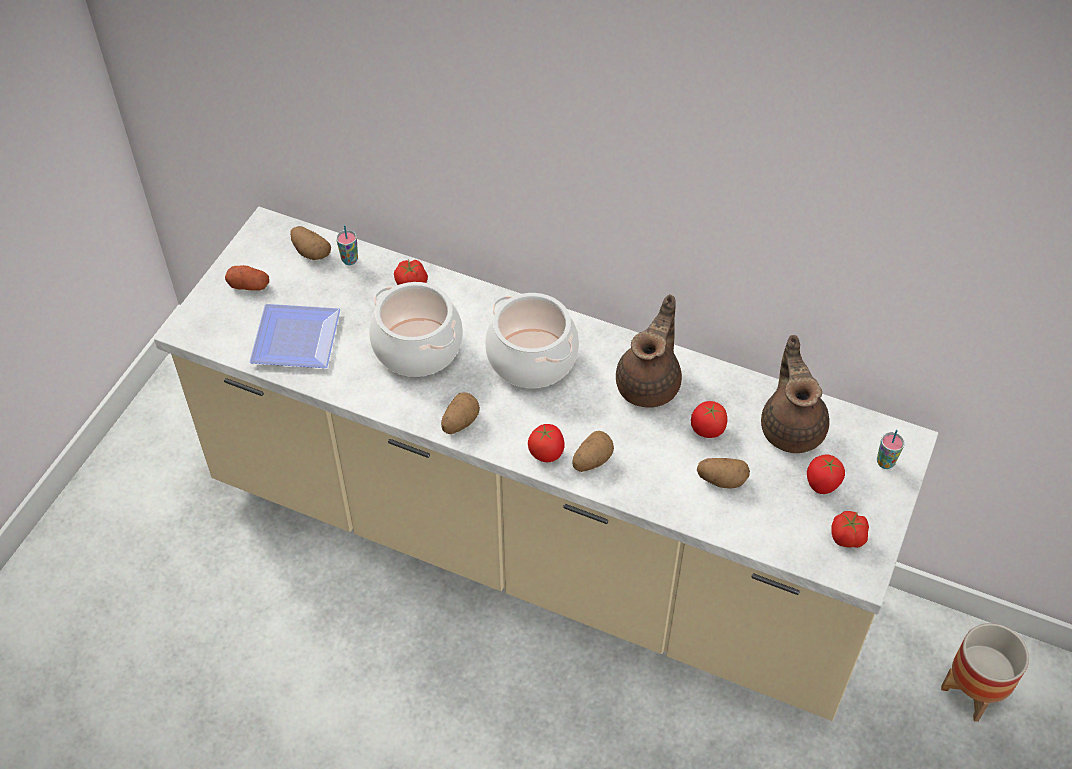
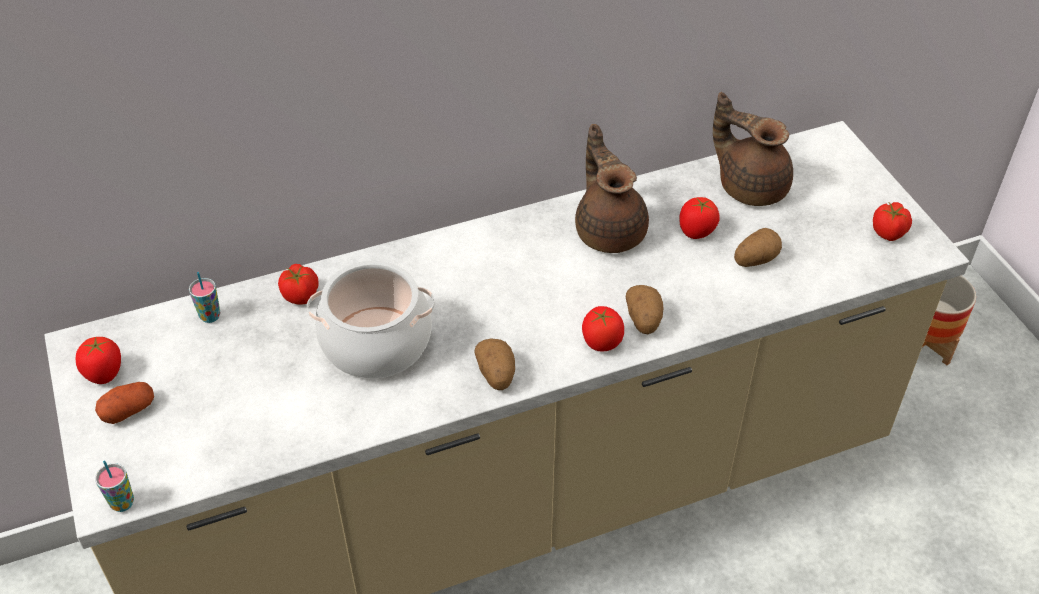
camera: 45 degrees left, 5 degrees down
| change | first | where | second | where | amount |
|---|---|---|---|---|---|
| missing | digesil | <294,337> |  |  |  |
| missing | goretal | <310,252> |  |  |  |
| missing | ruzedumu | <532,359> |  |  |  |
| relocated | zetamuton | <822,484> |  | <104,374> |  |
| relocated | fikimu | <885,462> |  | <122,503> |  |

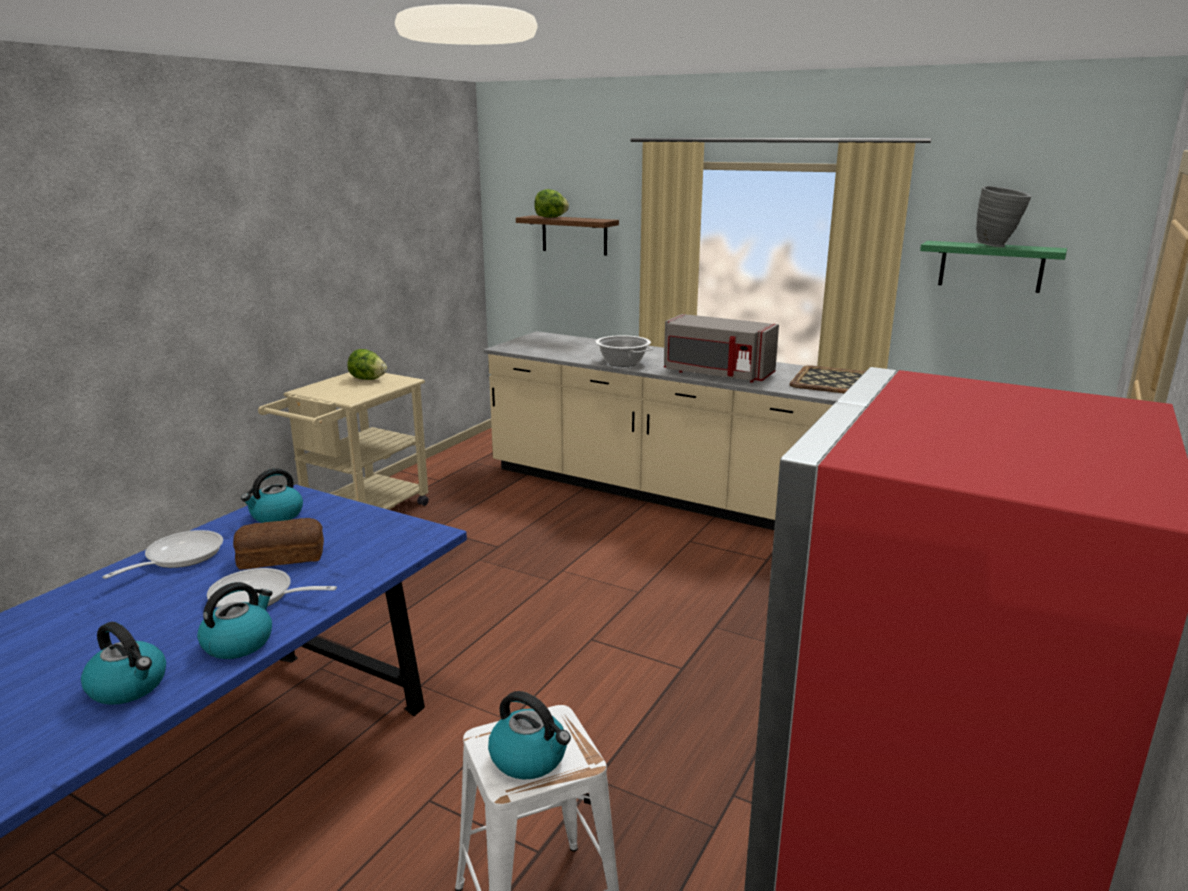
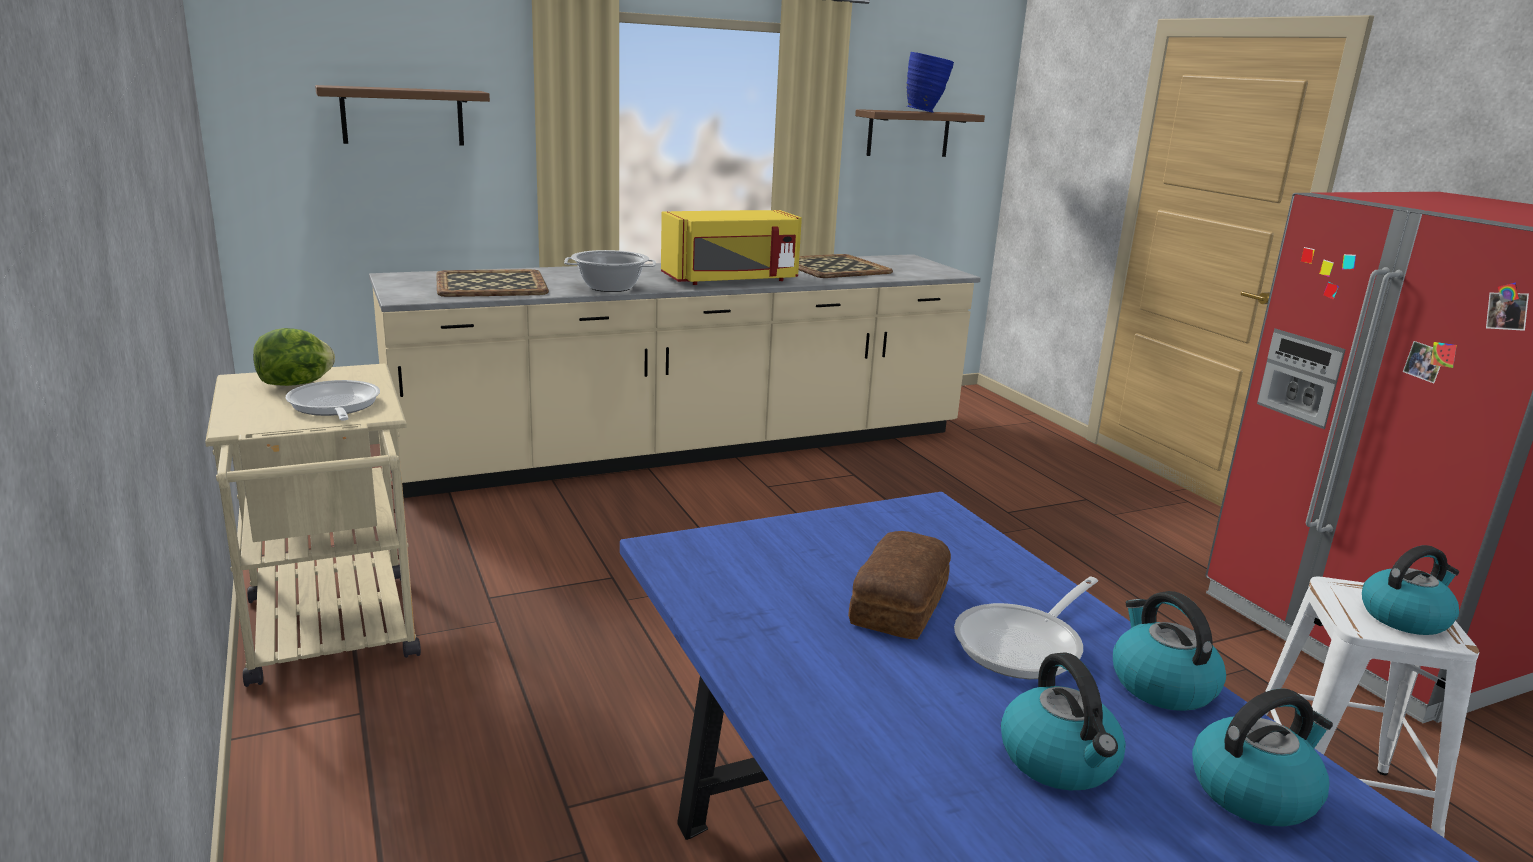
camera: 55 degrees left, 0 degrees up
| change | first | where | second | where | amount |
|---|---|---|---|---|---|
| relocated | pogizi | <178,557> |  | <334,407> |  |
| relocated | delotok | <276,515> |  | <1060,761> |  |
| missing | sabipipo | <551,217> |  |  |  |
| colour | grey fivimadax | <716,374> | yellow fivimadax | <731,280> |  |
| colour | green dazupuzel | <991,266> | brown dazupuzel | <908,133> |  |
| colour | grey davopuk | <997,246> | blue davopuk | <926,112> |  |
| appeared |  |  | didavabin | <492,284> |  |

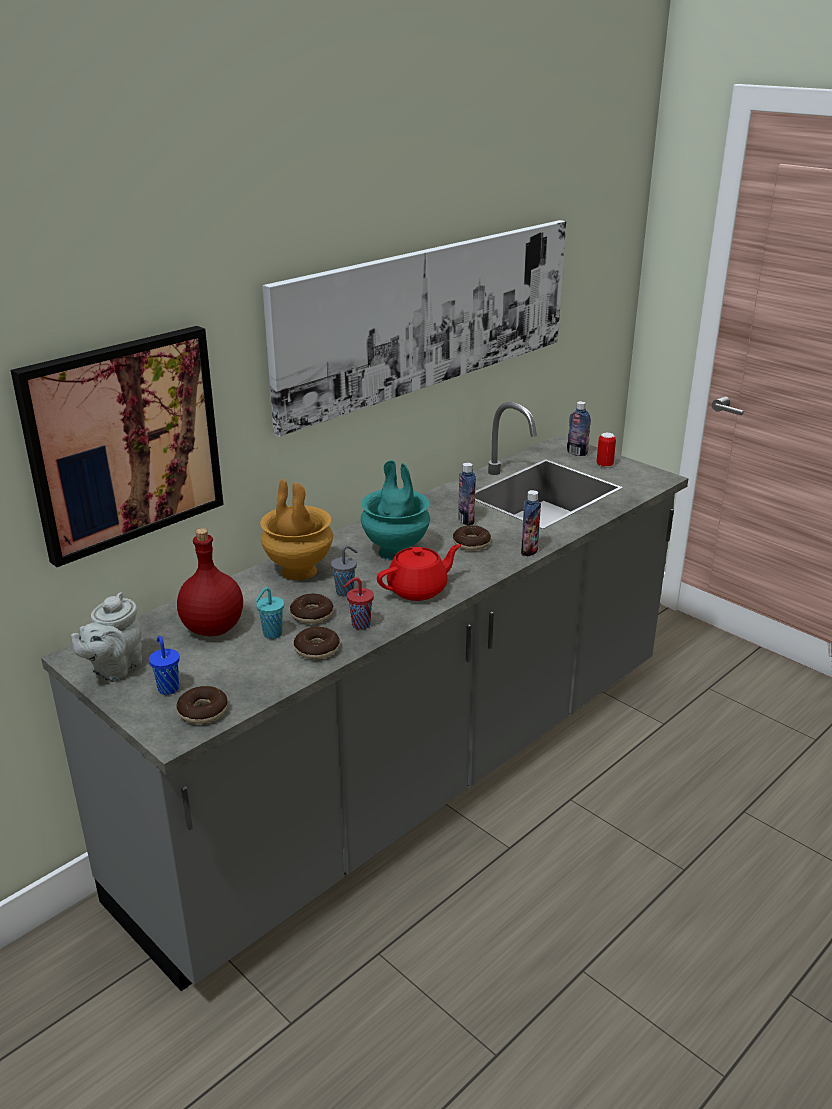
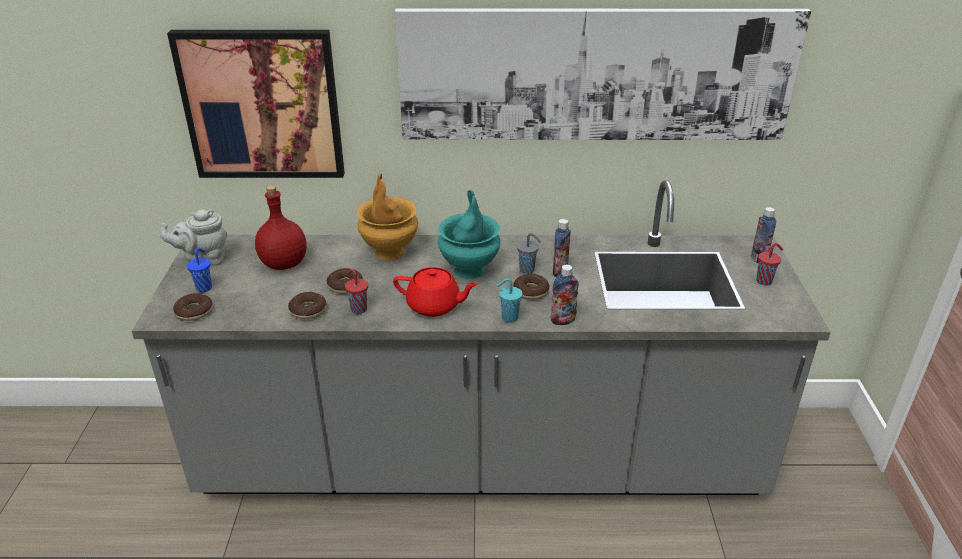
camera: 45 degrees right, 5 degrees up
| change | first | where | second | where | amount |
|---|---|---|---|---|---|
| relocated | turquoise fikimu | <271,634> |  | <508,318> |  |
| relocated | grey fikimu | <346,592> |  | <528,270> |  |
| exchanged | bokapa | <604,465> | red fikimu | <764,281> |  |

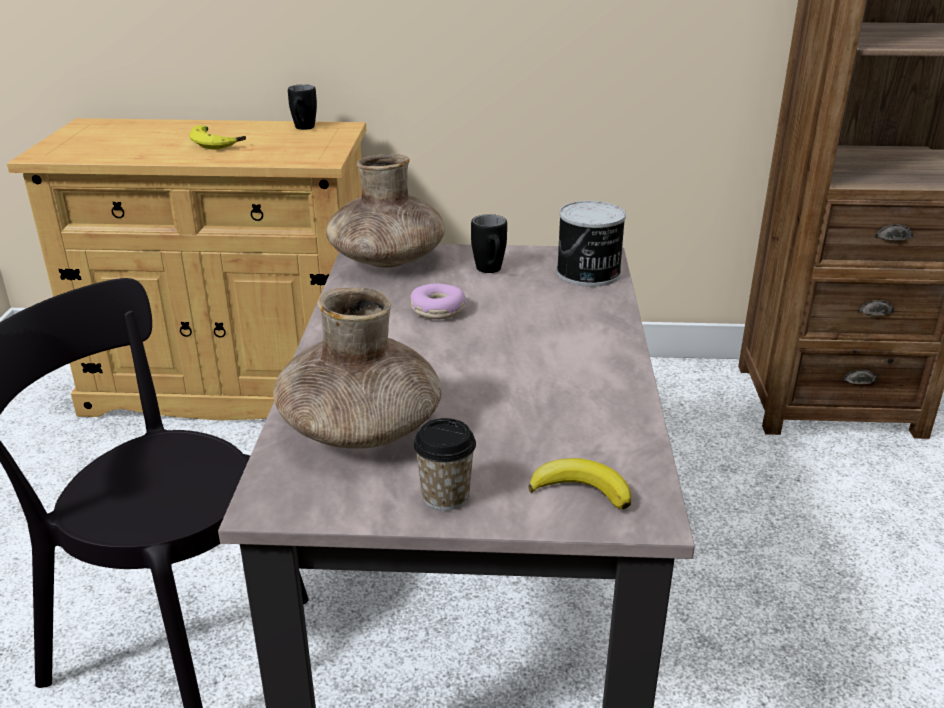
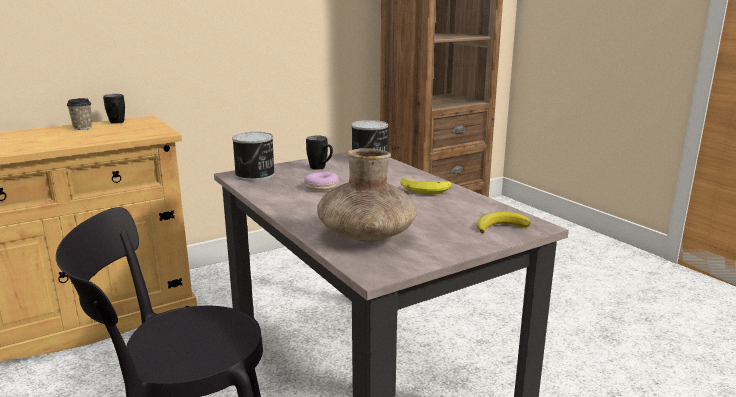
camera: 35 degrees left, 10 degrees down
| change | first | where | second | where | amount |
|---|---|---|---|---|---|
| relocated | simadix | <217,143> |  | <426,189> |  |
| exchanged | brown davopuk | <387,260> | bokapa | <255,175> |  |
| relocated | fikimu | <445,496> |  | <83,128> |  |

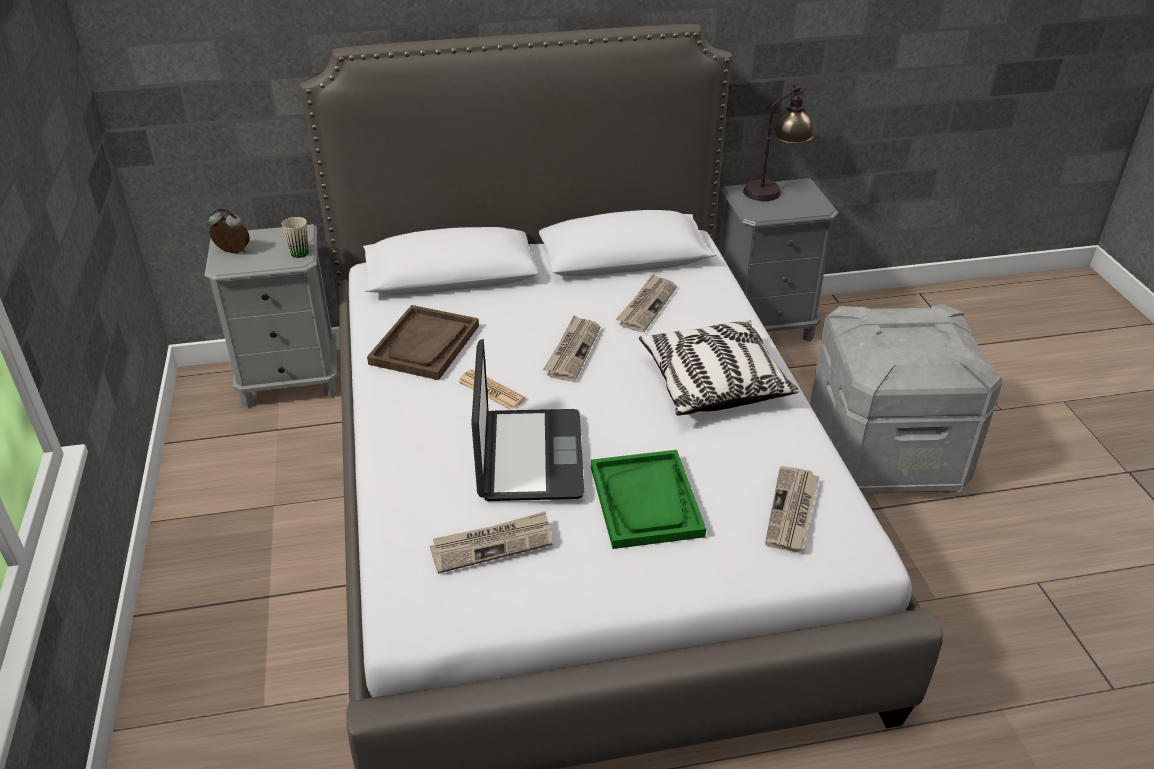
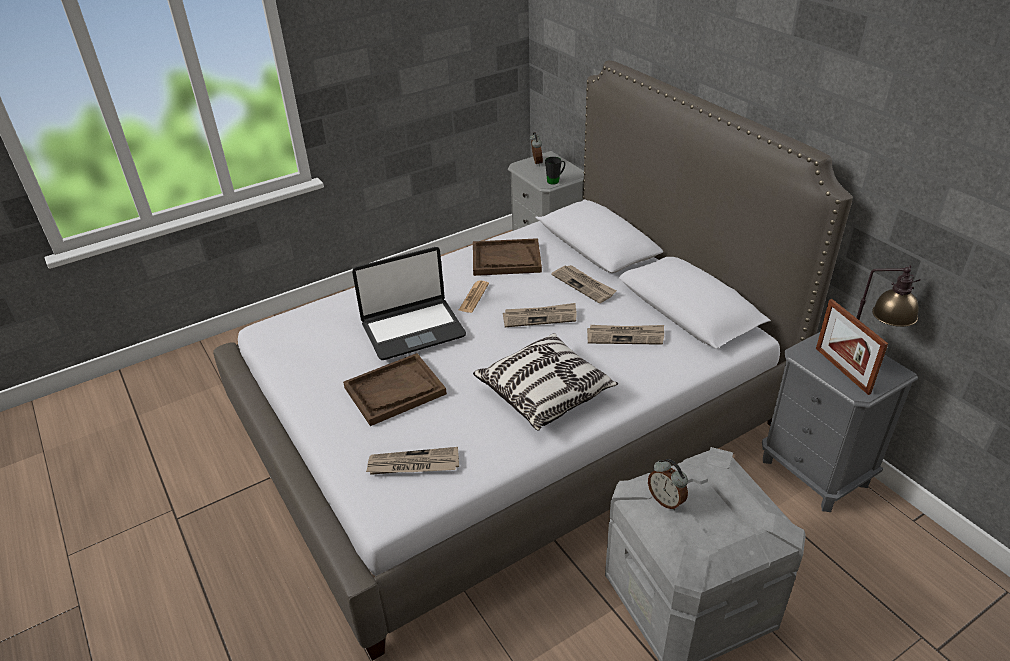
camera: 70 degrees right, 0 degrees up
| change | first | where | second | where | amount |
|---|---|---|---|---|---|
| colour | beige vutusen | <299,250> | black vutusen | <555,180> |  |
| relocated | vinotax | <492,544> |  | <584,285> |  |
| colour | green didavabin | <646,501> | brown didavabin | <395,391> |  |
| appeared |  |  | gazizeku | <666,500> |  |
| appeared |  |  | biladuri | <842,370> |  |

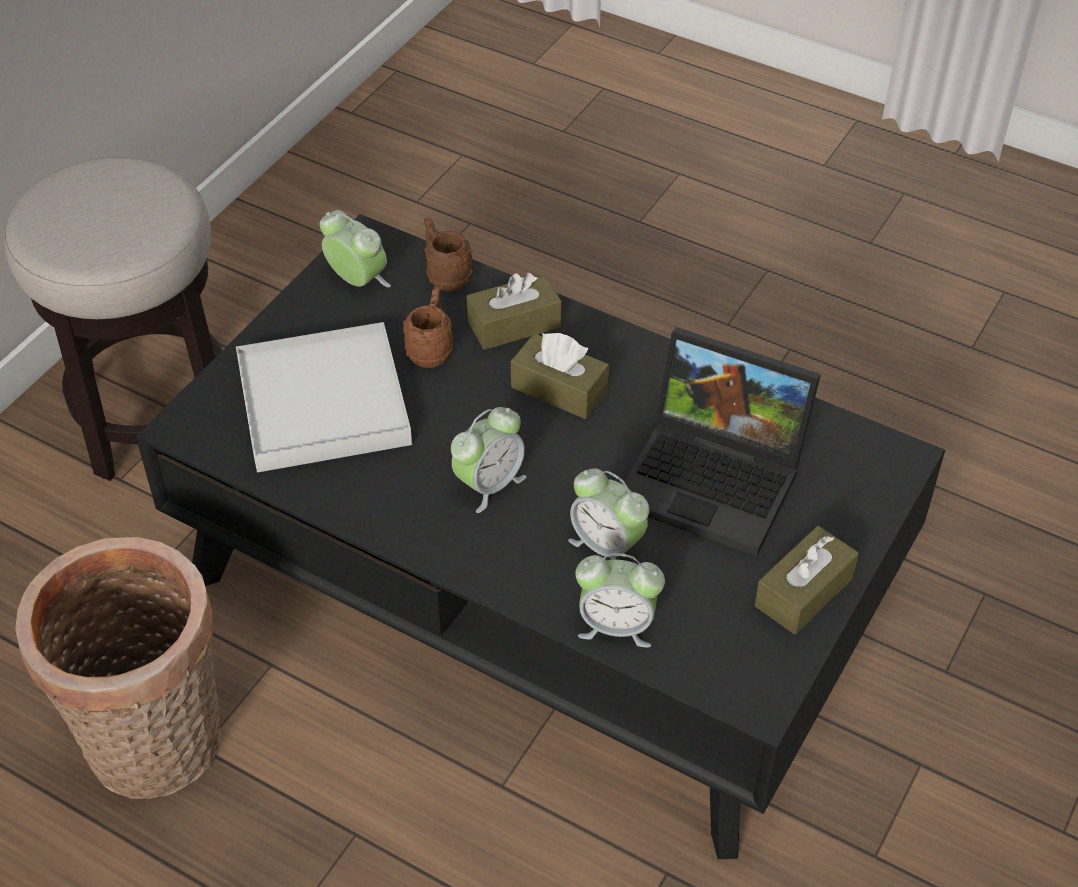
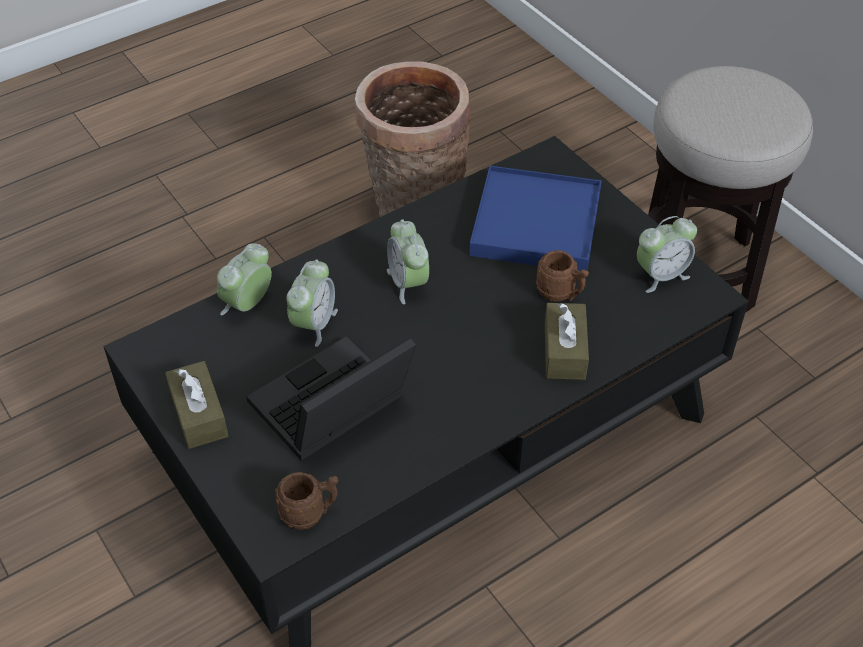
camera: 115 degrees right, 0 degrees up
| change | first | where | second | where | amount |
|---|---|---|---|---|---|
| colour | white didavabin | <324,403> | blue didavabin | <535,224> |  |
| relocated | brown vutusen | <445,276> |  | <310,513> |  |
| missing | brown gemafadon | <559,389> |  |  |  |
| spun | gazizeku | <607,546> |  | <314,324> | 135 degrees clockwise |

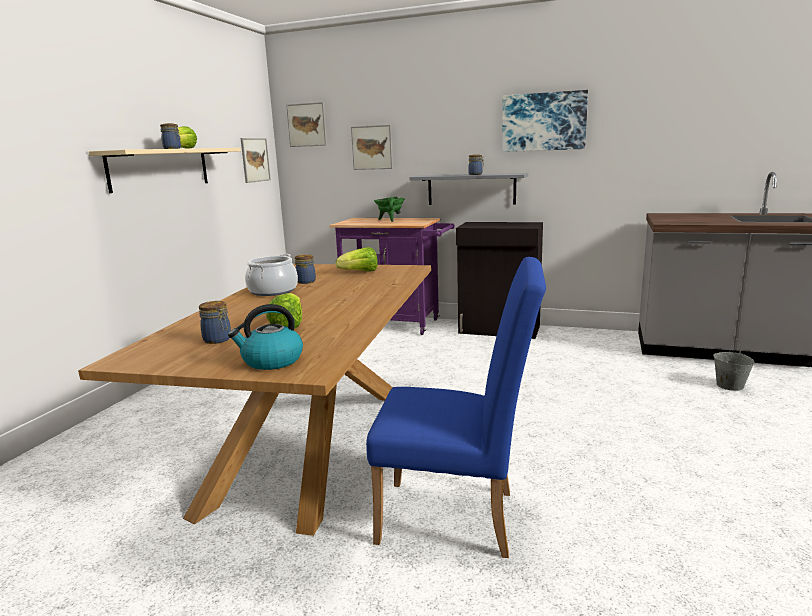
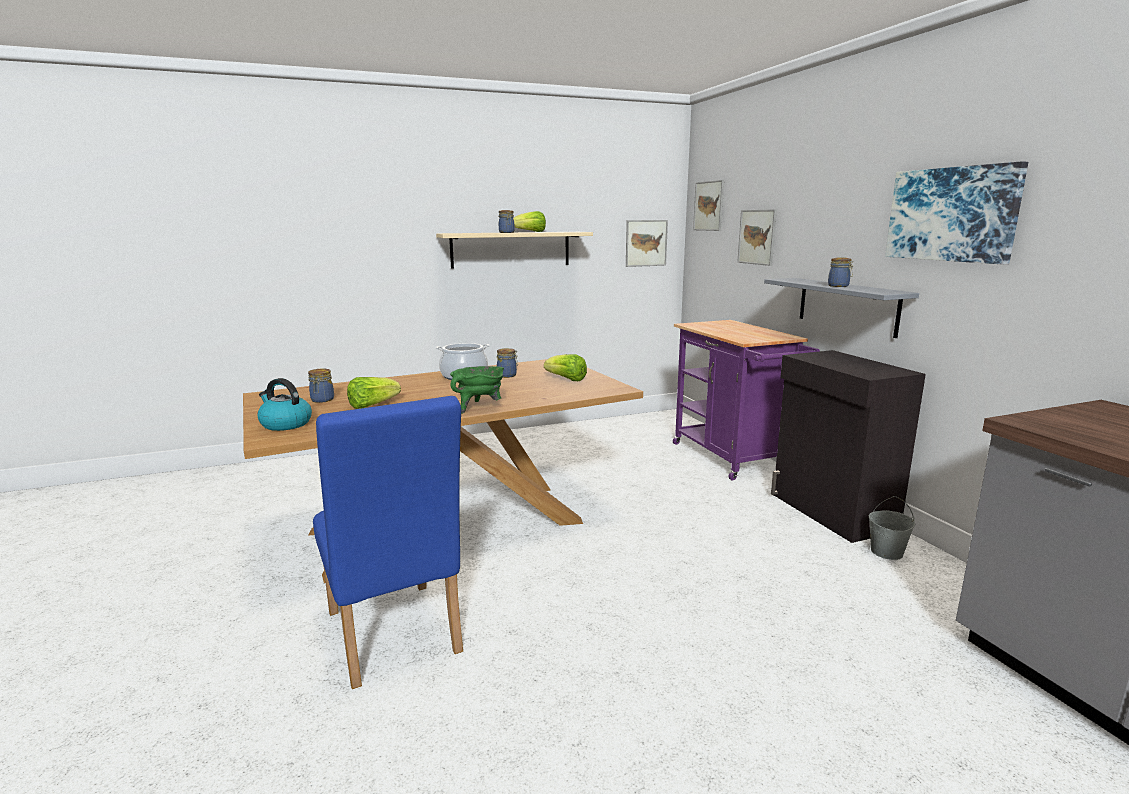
camera: 50 degrees right, 0 degrees up
| change | first | where | second | where | amount |
|---|---|---|---|---|---|
| relocated | green ruzedumu | <389,220> |  | <479,407> |  |
| relocated | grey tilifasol | <729,385> |  | <886,552> |  |

